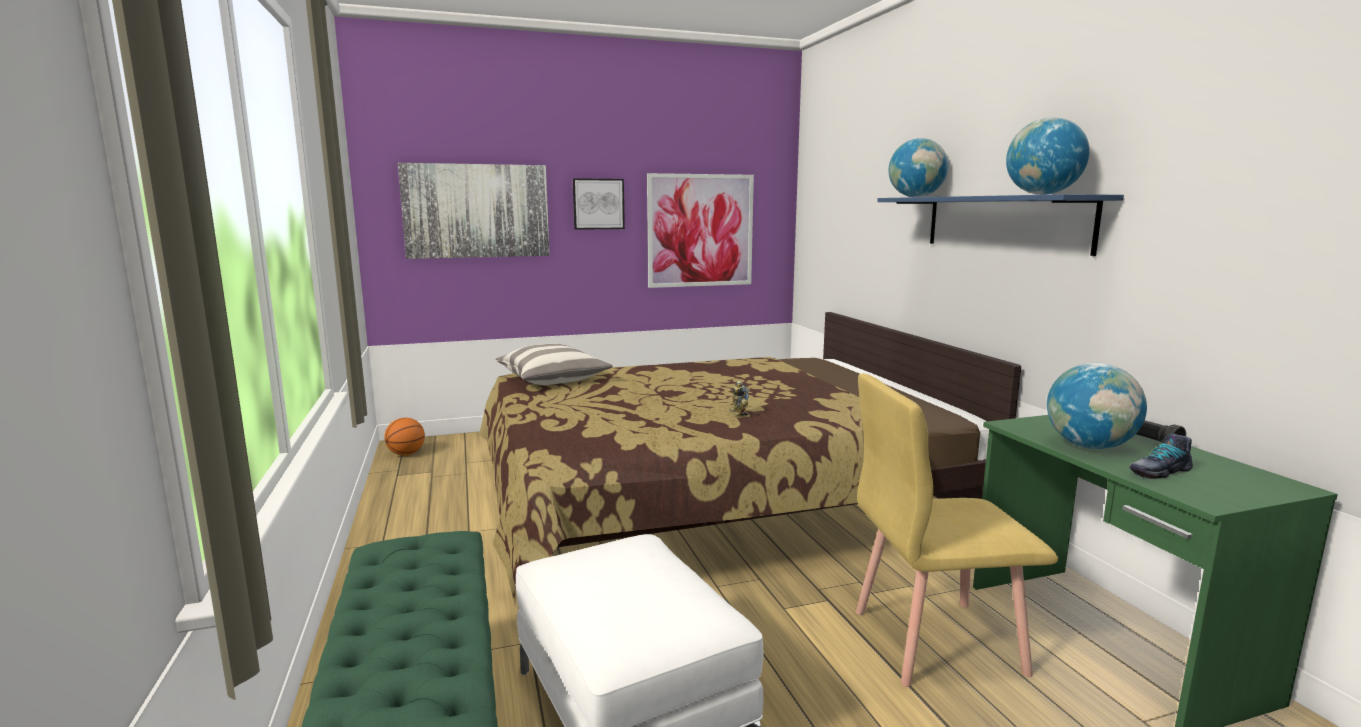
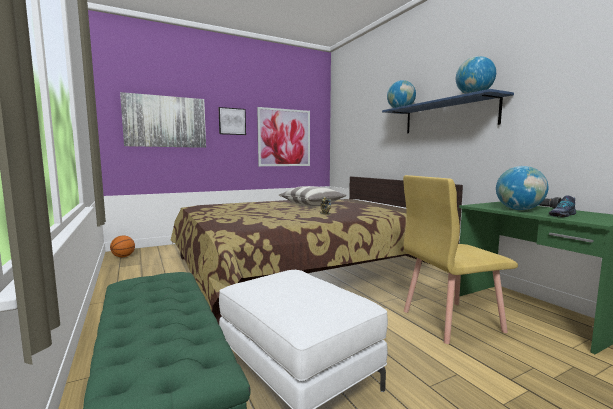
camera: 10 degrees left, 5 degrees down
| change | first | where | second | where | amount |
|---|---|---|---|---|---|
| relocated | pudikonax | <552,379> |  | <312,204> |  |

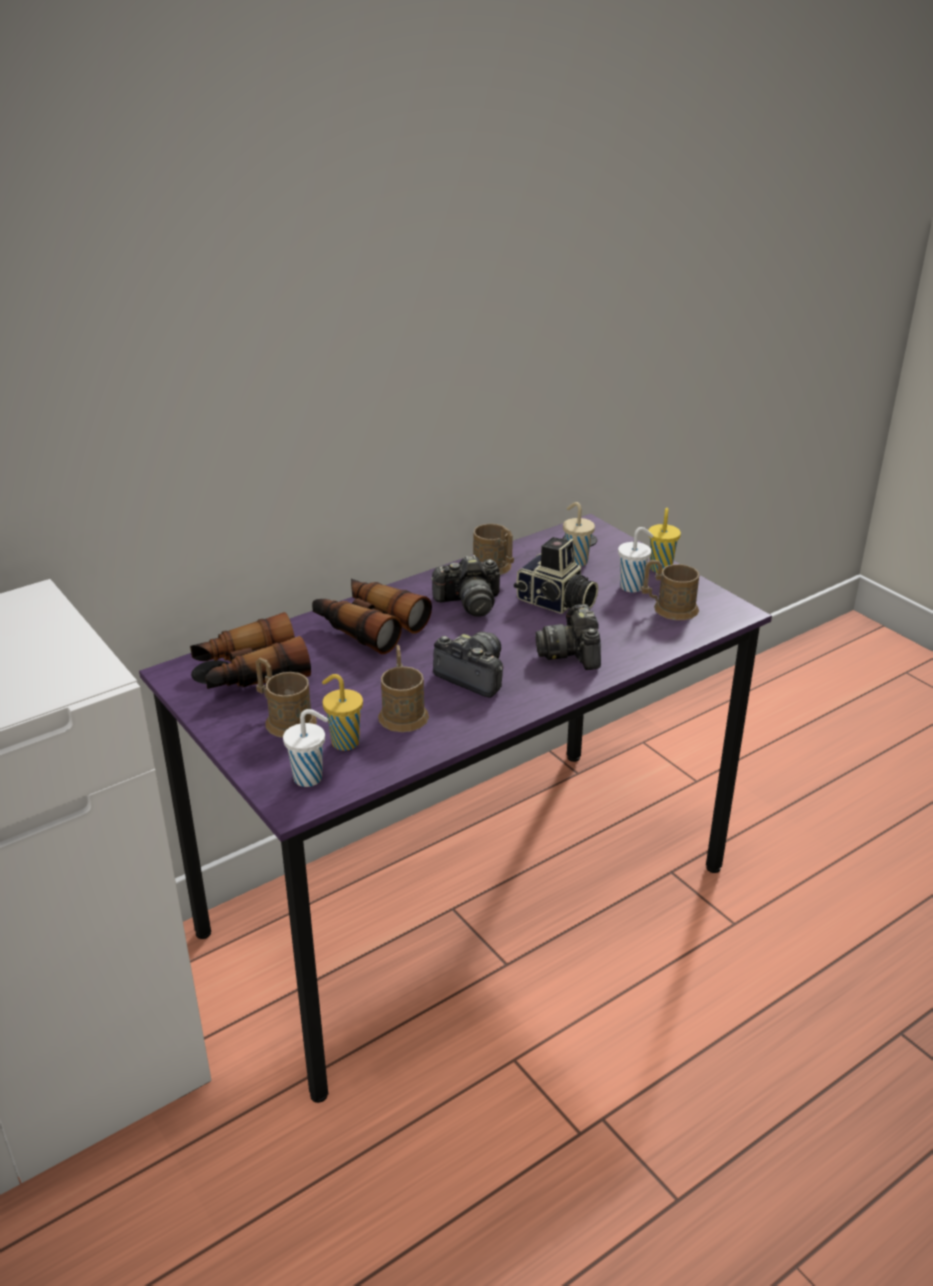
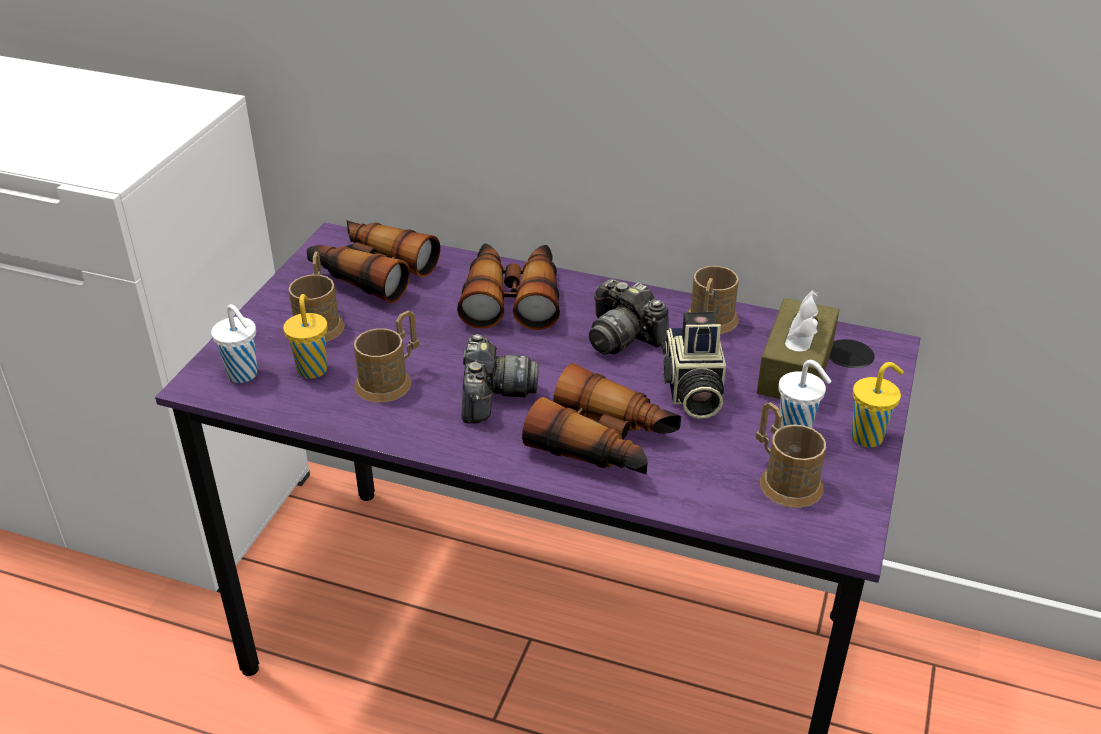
camera: 55 degrees right, 5 degrees up
| change | first | where | second | where | amount |
|---|---|---|---|---|---|
| exchanged | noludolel | <572,653> | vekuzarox | <605,443> |  |
| exchanged | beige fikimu | <575,561> | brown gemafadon | <795,369> |  |

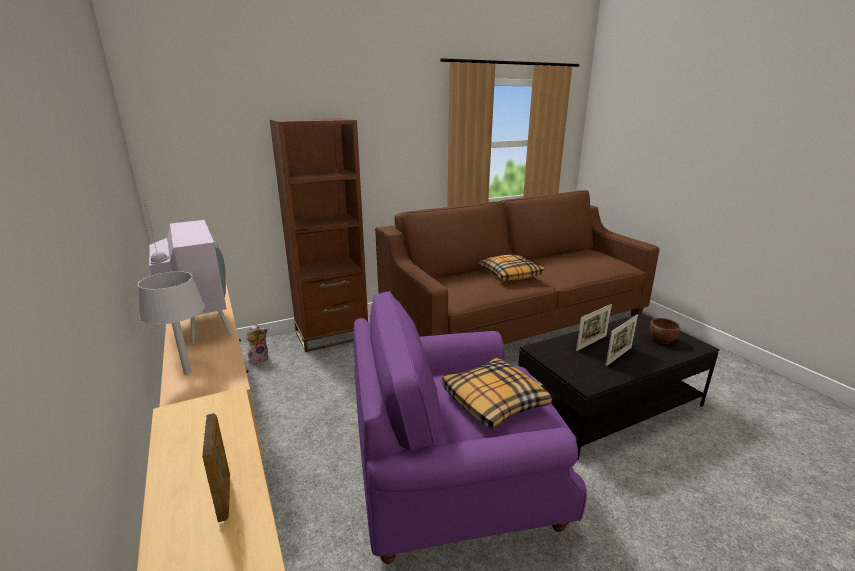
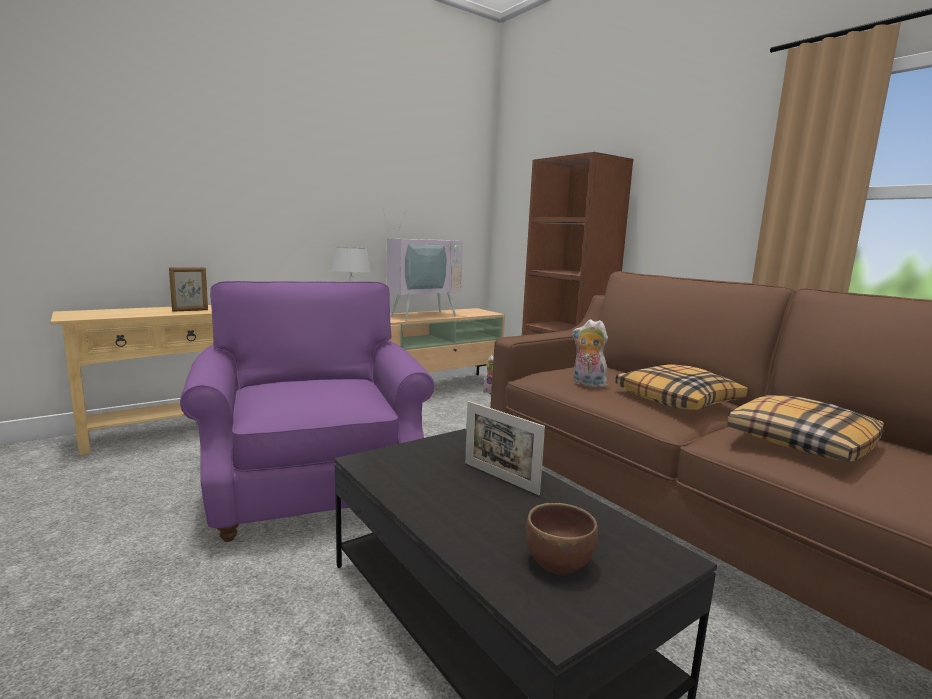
camera: 80 degrees right, 10 degrees down
| change | first | where | second | where | amount |
|---|---|---|---|---|---|
| relocated | pudikonax | <493,401> |  | <800,441> |  |
| missing | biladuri | <618,356> |  |  |  |
| appeared |  |  | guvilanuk | <587,384> |  |

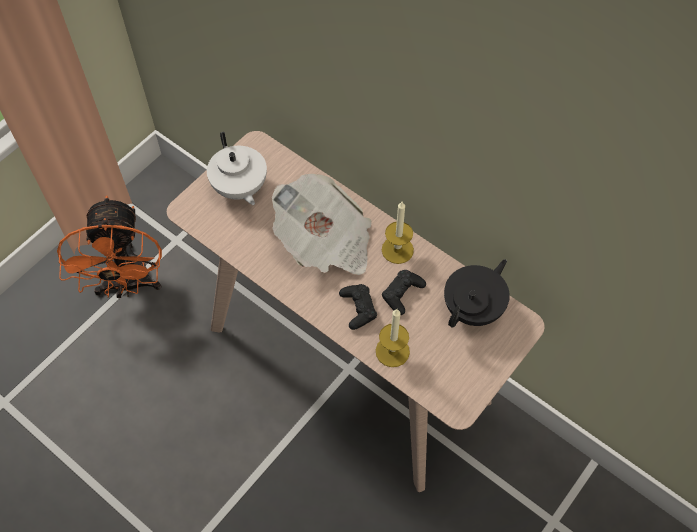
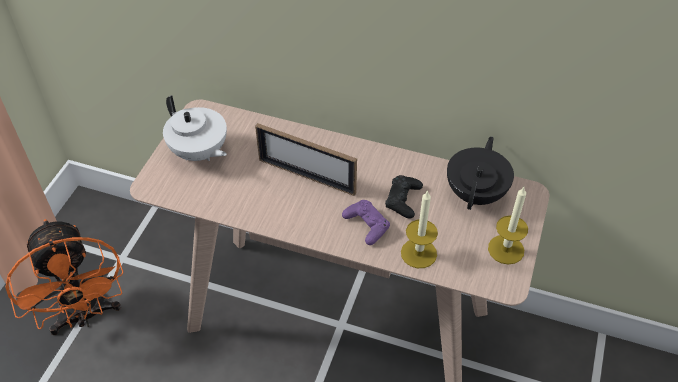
camera: 20 degrees left, 10 degrees down
| change | first | where | second | where | amount |
|---|---|---|---|---|---|
| exchanged | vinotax | <325,242> | biladuri | <306,176> |  |
| colour | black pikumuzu | <358,308> | purple pikumuzu | <366,225> |  |
| relocated | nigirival | <397,250> |  | <506,249> |  |

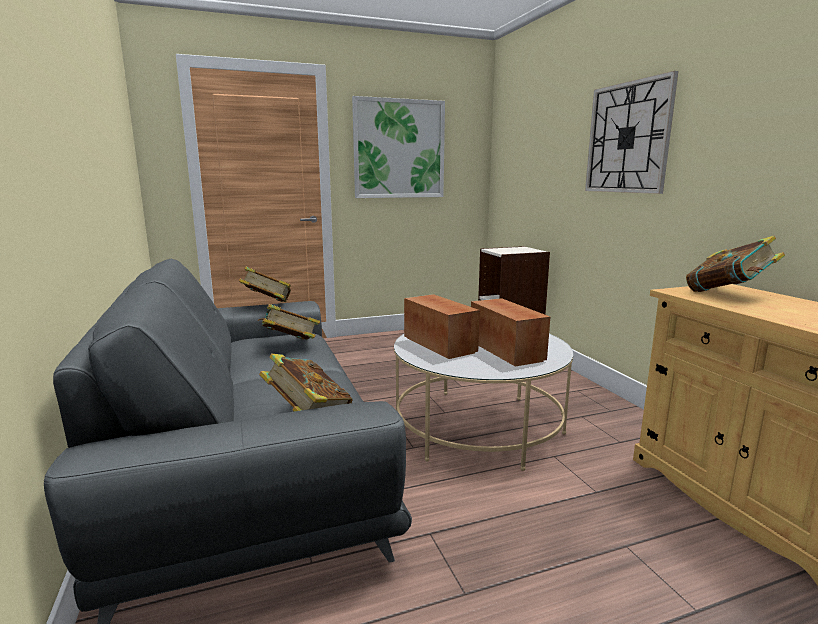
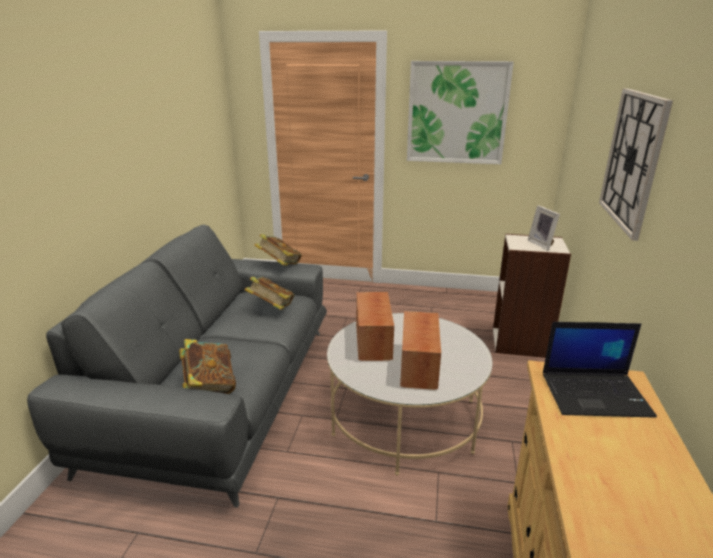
camera: 30 degrees right, 10 degrees up
| change | first | where | second | where | amount |
|---|---|---|---|---|---|
| exchanged | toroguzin | <728,294> | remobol | <596,394> |  |
| appeared |  |  | biladuri | <542,244> |  |

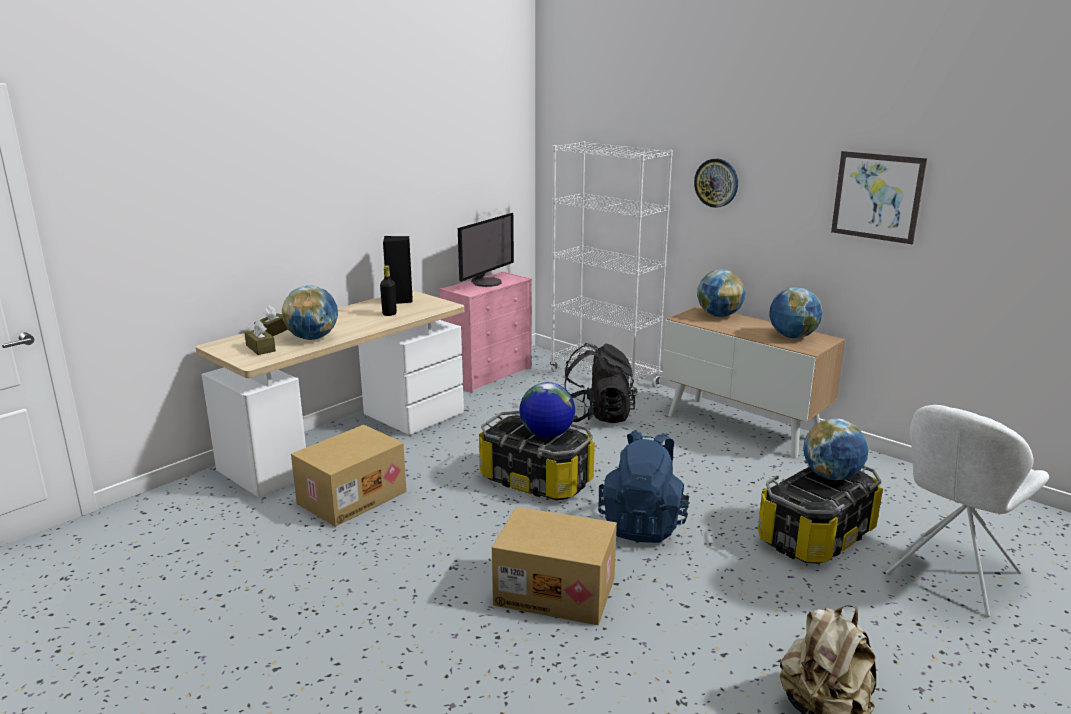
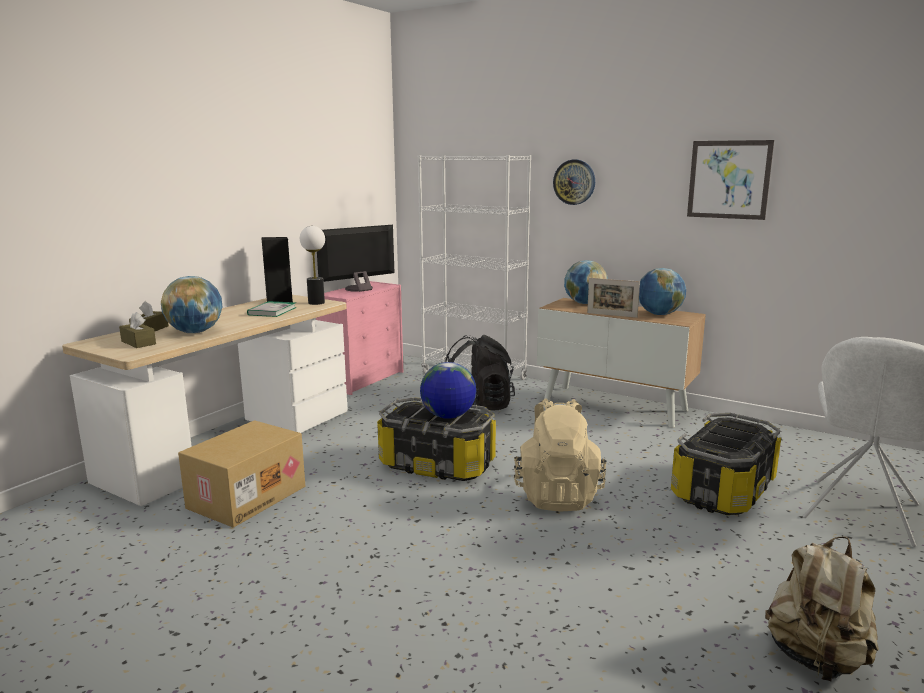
camera: 10 degrees left, 5 degrees down
| change | first | where | second | where | amount |
|---|---|---|---|---|---|
| exchanged | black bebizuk | <389,314> | toroguzin | <272,311> |  |
| spun | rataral | <486,282> |  | <359,289> | 150 degrees counterclockwise |
| missing | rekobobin | <556,590> |  |  |  |
| colour | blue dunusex | <643,524> | beige dunusex | <557,495> |  |
| missing | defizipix | <831,476> |  |  |  |
| appeared |  |  | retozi | <316,303> |  |
| appeared |  |  | biladuri | <612,315> |  |

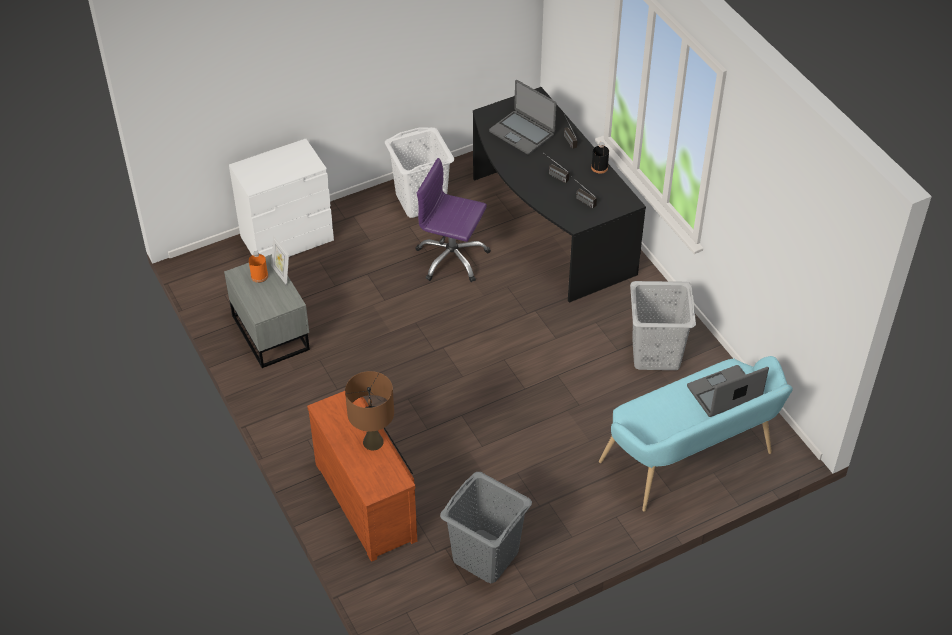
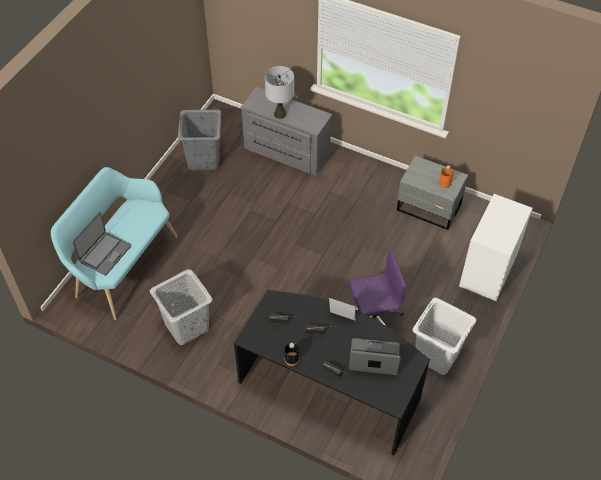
camera: 145 degrees right, 5 degrees up
| change | first | where | second | where | amount |
|---|---|---|---|---|---|
| relocated | biladuri | <281,274> |  | <341,318> |  |
| colour | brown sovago | <368,500> | grey sovago | <286,153> |  |
| colour | brown retozi | <373,442> | grey retozi | <280,114> |  |

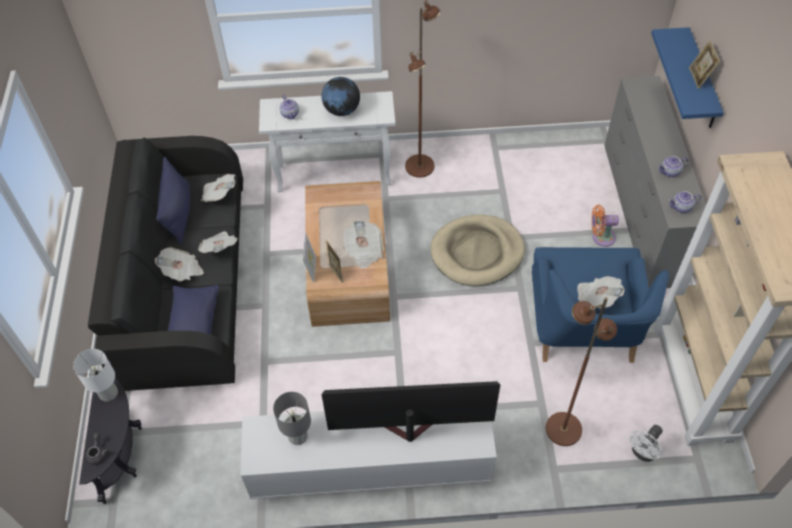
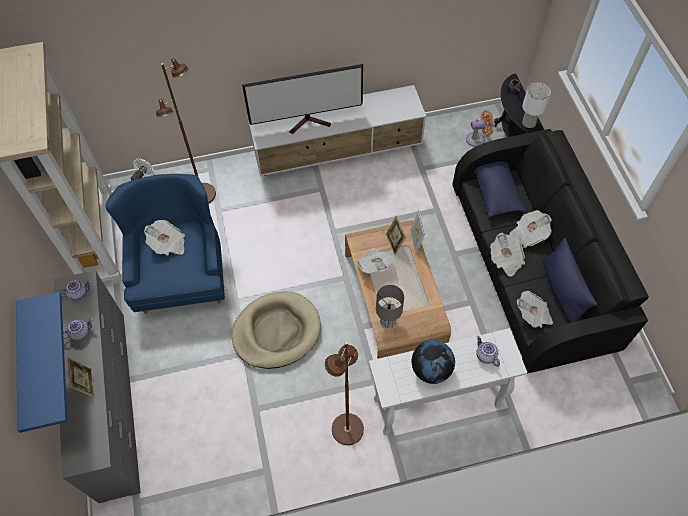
camera: 170 degrees right, 5 degrees up
| change | first | where | second | where | amount |
|---|---|---|---|---|---|
| relocated | grey retozi | <298,436> |  | <387,321> |  |
| relocated | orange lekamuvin | <601,237> |  | <477,139> |  |
| relocated | biladuri | <699,78> |  | <87,384> |  |

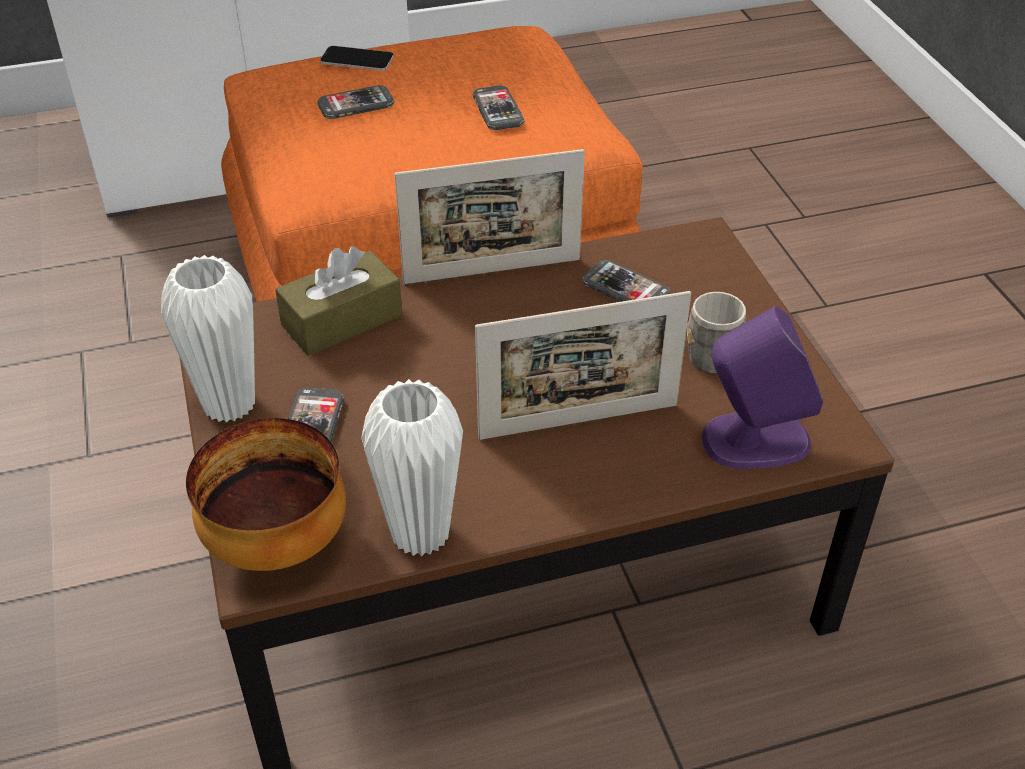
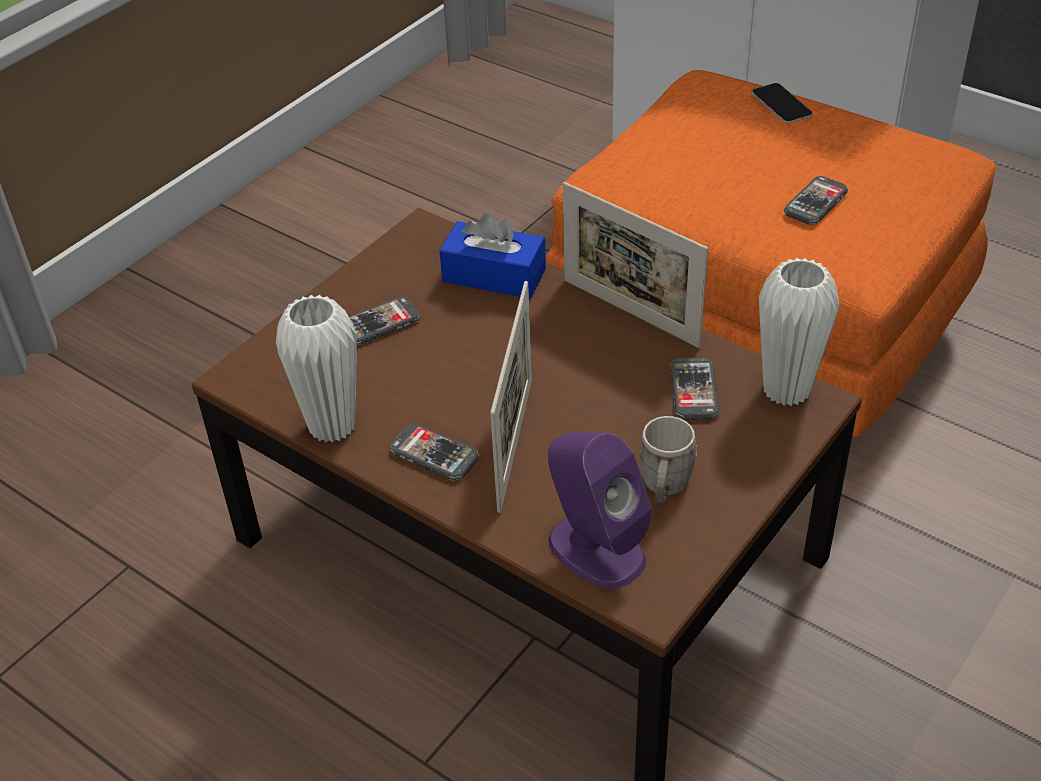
camera: 55 degrees right, 0 degrees up
| change | first | where | second | where | amount |
|---|---|---|---|---|---|
| relocated | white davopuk | <229,404> |  | <786,390> |  |
| missing | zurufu | <275,543> |  |  |  |
| colour | brown gemafadon | <342,320> | blue gemafadon | <494,275> |  |
| relocated | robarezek | <356,105> |  | <434,454> |  |
| spun | biladuri | <578,421> |  | <515,443> | 120 degrees counterclockwise |

